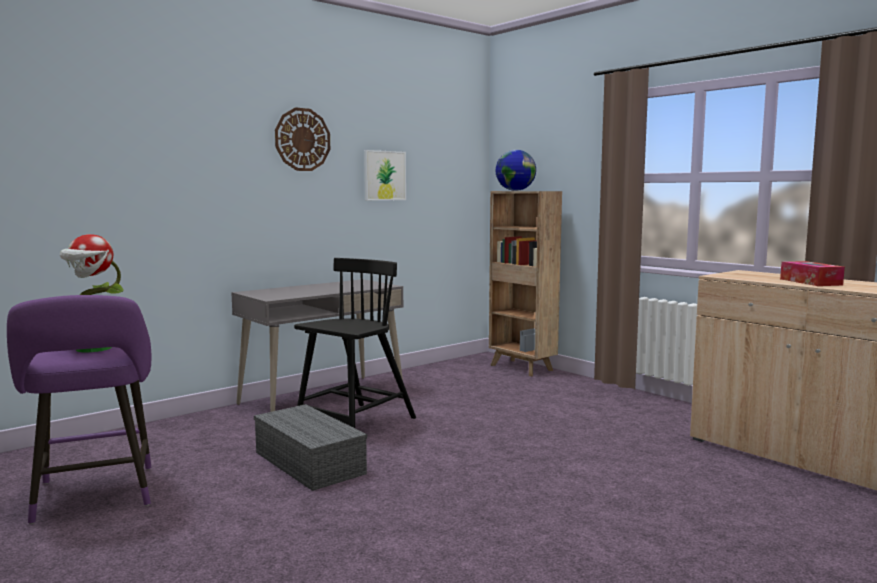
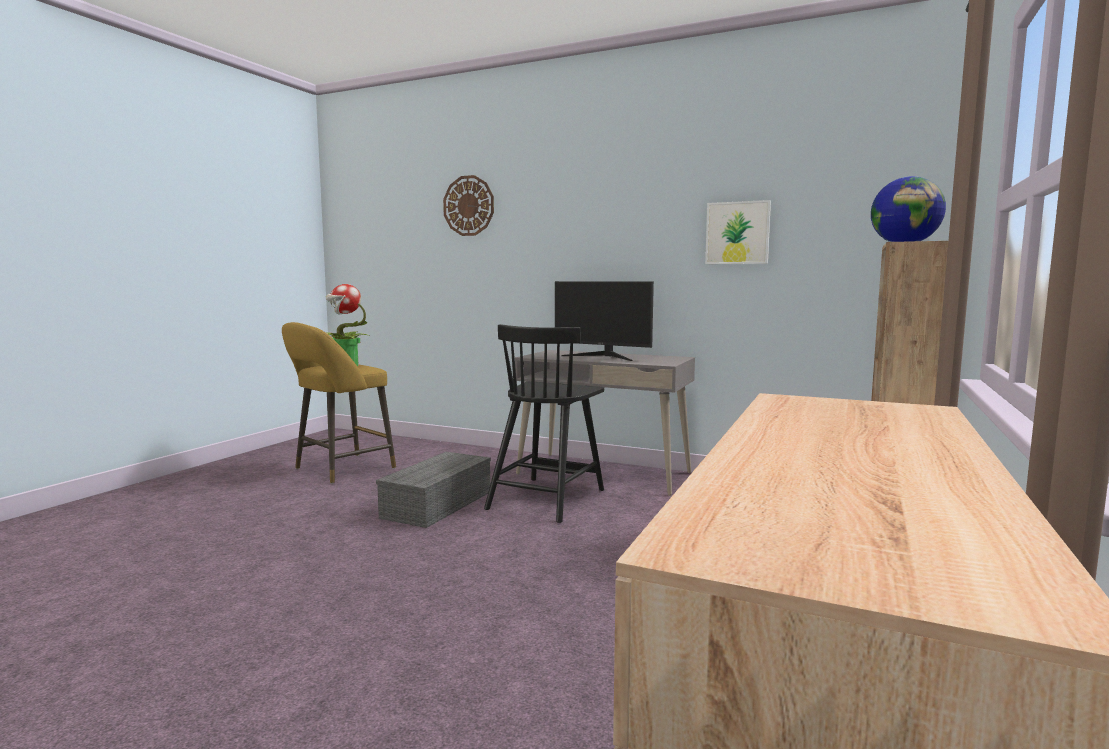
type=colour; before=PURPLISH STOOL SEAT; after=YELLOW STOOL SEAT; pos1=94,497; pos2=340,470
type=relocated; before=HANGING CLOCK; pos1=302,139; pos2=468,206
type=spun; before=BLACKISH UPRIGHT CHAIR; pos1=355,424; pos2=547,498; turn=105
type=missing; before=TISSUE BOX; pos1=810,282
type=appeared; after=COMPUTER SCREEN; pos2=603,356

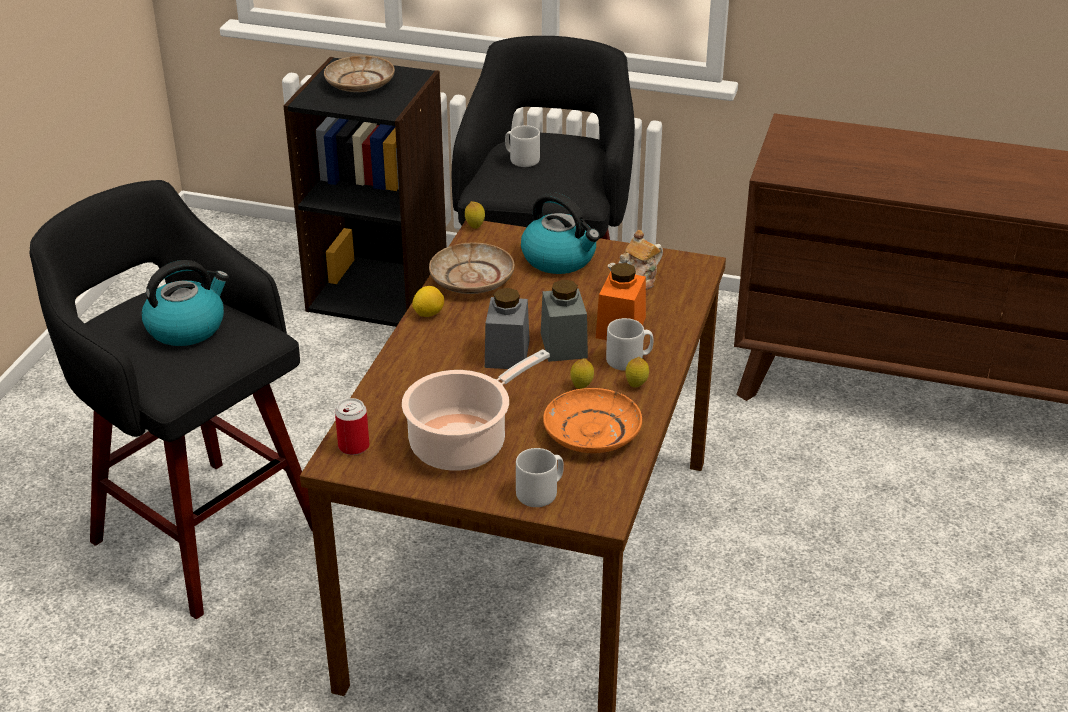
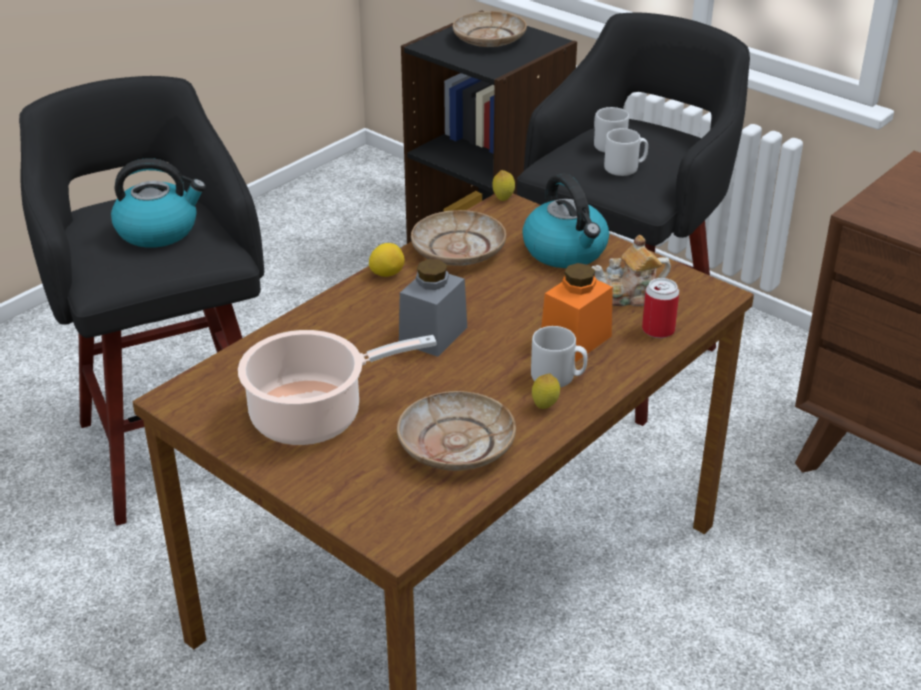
type=relocated; before=CAN; pos1=353,446; pos2=658,330
type=relocated; before=GREYISH MUG; pos1=541,492; pos2=625,168
type=missing; before=GREYISH PRESERVE JAR; pos1=563,345
type=colour; before=ORANGEY PLATE; after=SAND-COLOURED PLATE; pos1=591,432; pos2=455,444
type=missing; before=CITRUS FRUIT; pos1=581,387

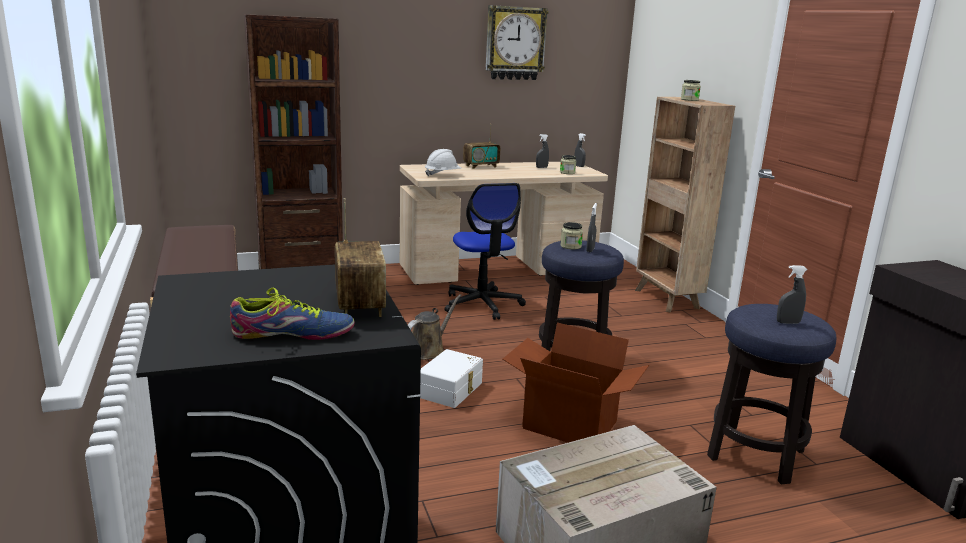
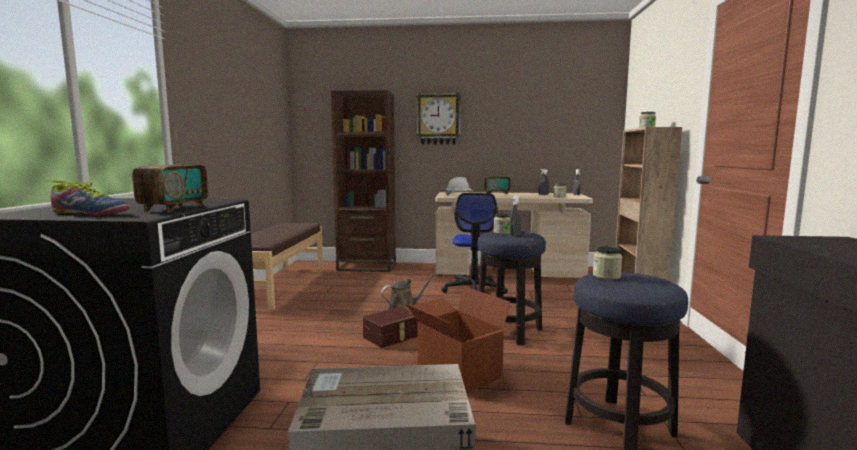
type=colour; before=WHITE STORAGE BOX; after=BROWN STORAGE BOX; pos1=451,390; pos2=392,337
type=relocated; before=HANGING CLOCK; pos1=515,43; pos2=438,119
type=missing; before=GREYISH SPRAY BOTTLE; pos1=788,322
type=appeared; after=PRESERVE JAR; pos2=606,276

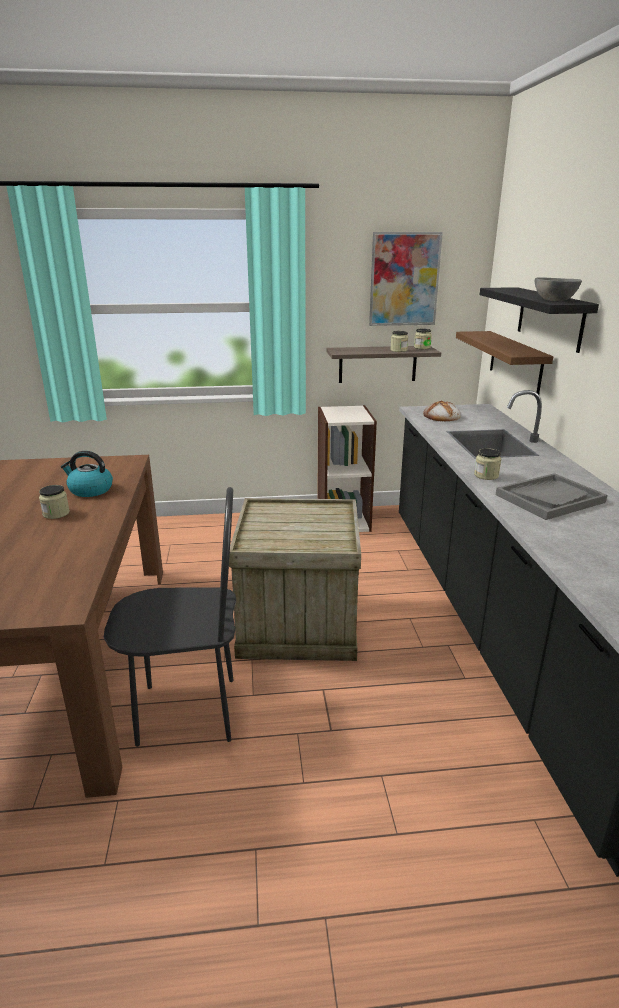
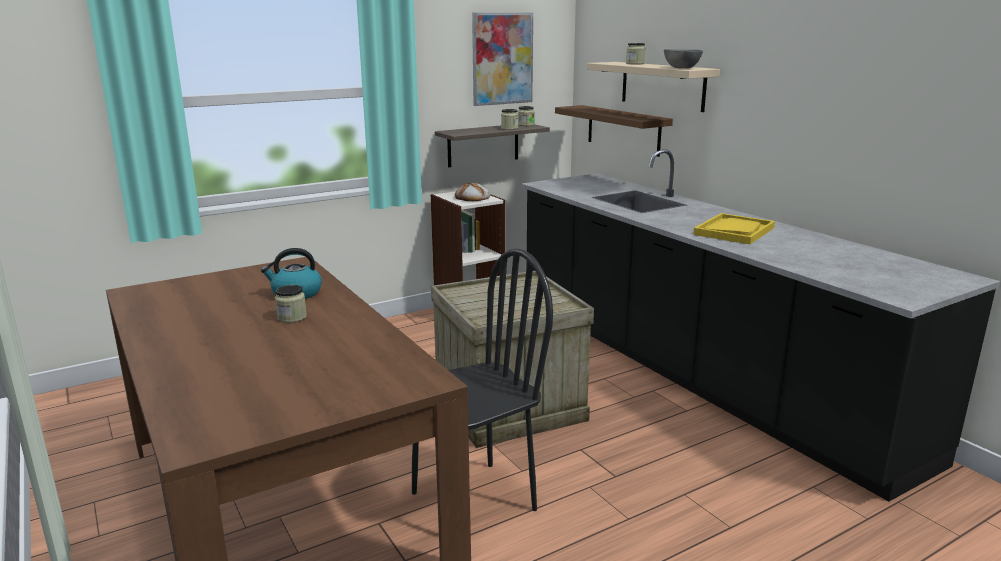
type=relocated; before=BAKERY BREAD; pos1=441,417; pos2=472,198
type=relocated; before=PRESERVE JAR; pos1=486,475; pos2=635,64
type=colour; before=BLACKISH WALL SHELF; after=SAND-COLOURED WALL SHELF; pos1=549,318; pos2=662,85
type=colour; before=GREYISH TRAY; after=YELLOW TRAY; pos1=549,498; pos2=734,231

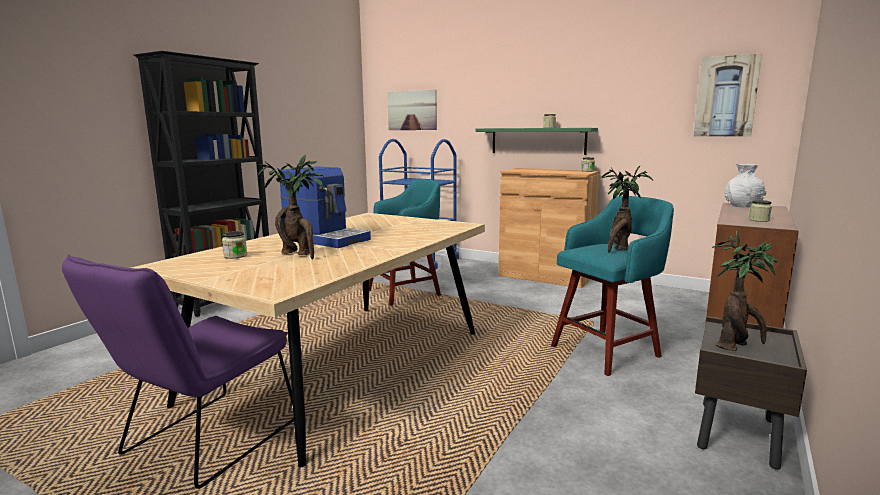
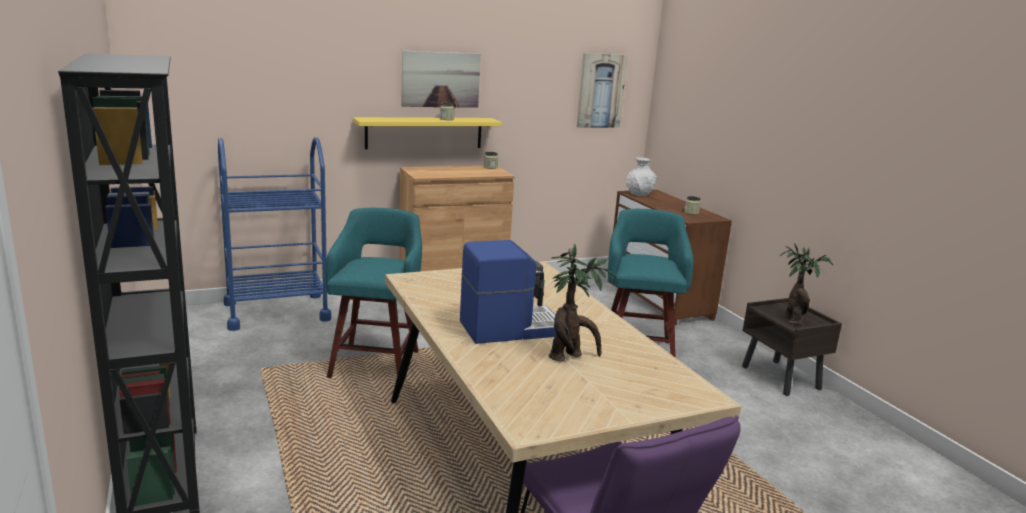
type=missing; before=PRESERVE JAR; pos1=235,256
type=relocated; before=PICTURE; pos1=412,110; pos2=440,79
type=colour; before=GREEN WALL SHELF; after=YELLOW WALL SHELF; pos1=537,140; pos2=424,133
type=missing; before=POTTED PLANT; pos1=619,249

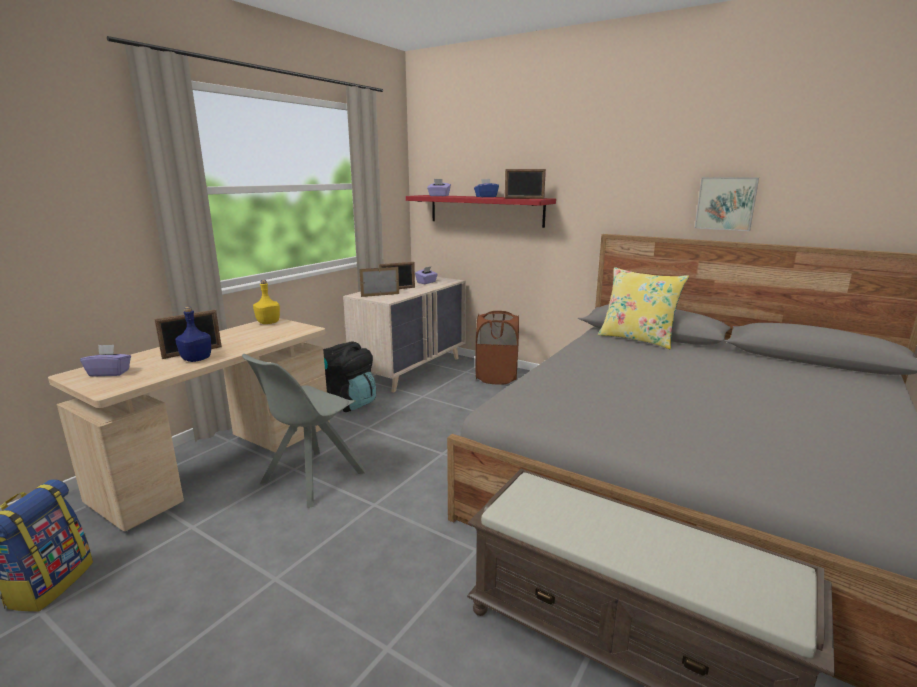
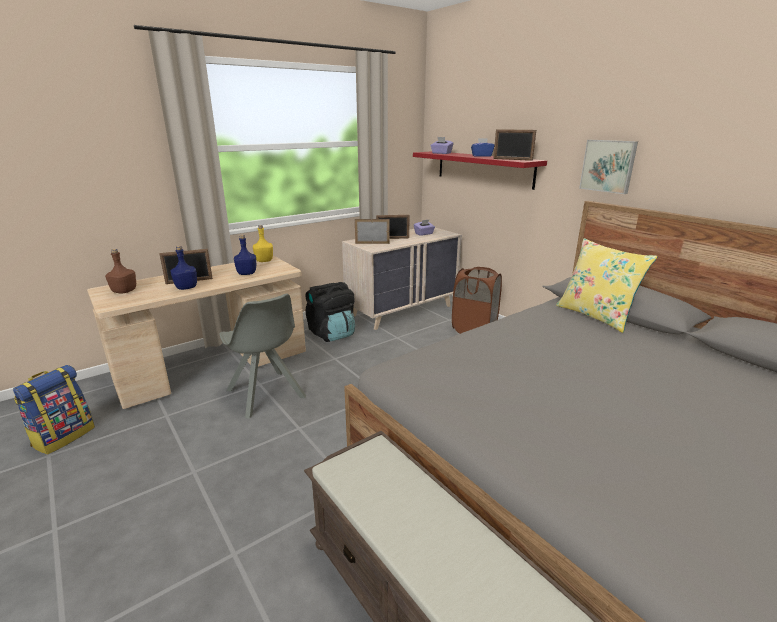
type=exchanged; before=PURPLISH TISSUE BOX; after=BROWN BOTTLE; pos1=109,373; pos2=124,291
type=spun; before=GREYISH UPRIGHT CHAIR; pos1=311,479; pos2=266,395; turn=-90
type=relocated; before=PICTURE; pos1=726,203; pos2=608,166
type=appeared; after=BLUISH BOTTLE; pos2=246,273

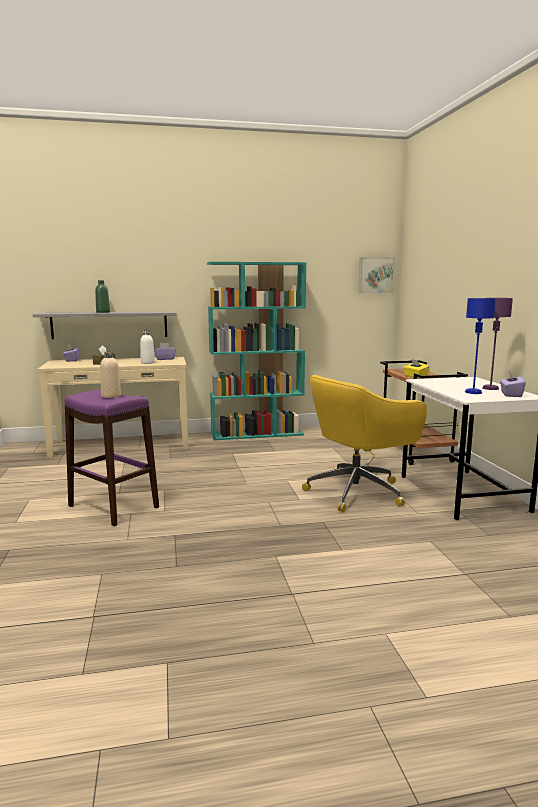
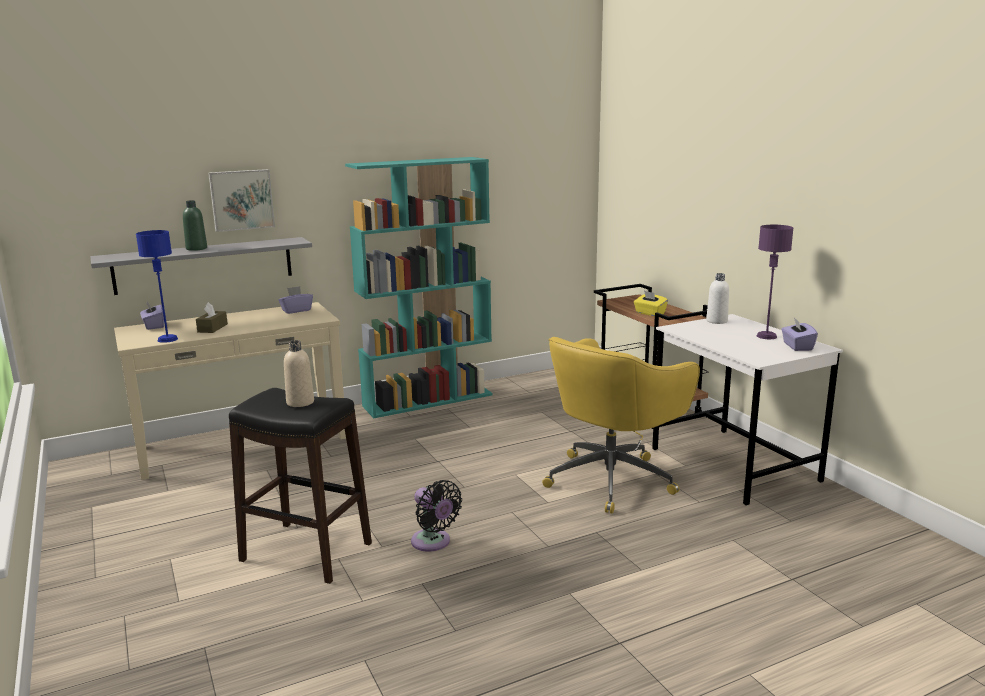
type=colour; before=PURPLISH STOOL SEAT; after=BLACKISH STOOL SEAT; pos1=114,507; pos2=307,552
type=relocated; before=WHITE BOTTLE; pos1=147,363; pos2=716,321
type=relocated; before=PICTURE; pos1=375,275; pos2=241,199
type=relocated; before=BLUISH TABLETOP LAMP; pos1=473,392; pos2=167,339
type=appeared; after=BLACKISH FAN; pos2=433,543

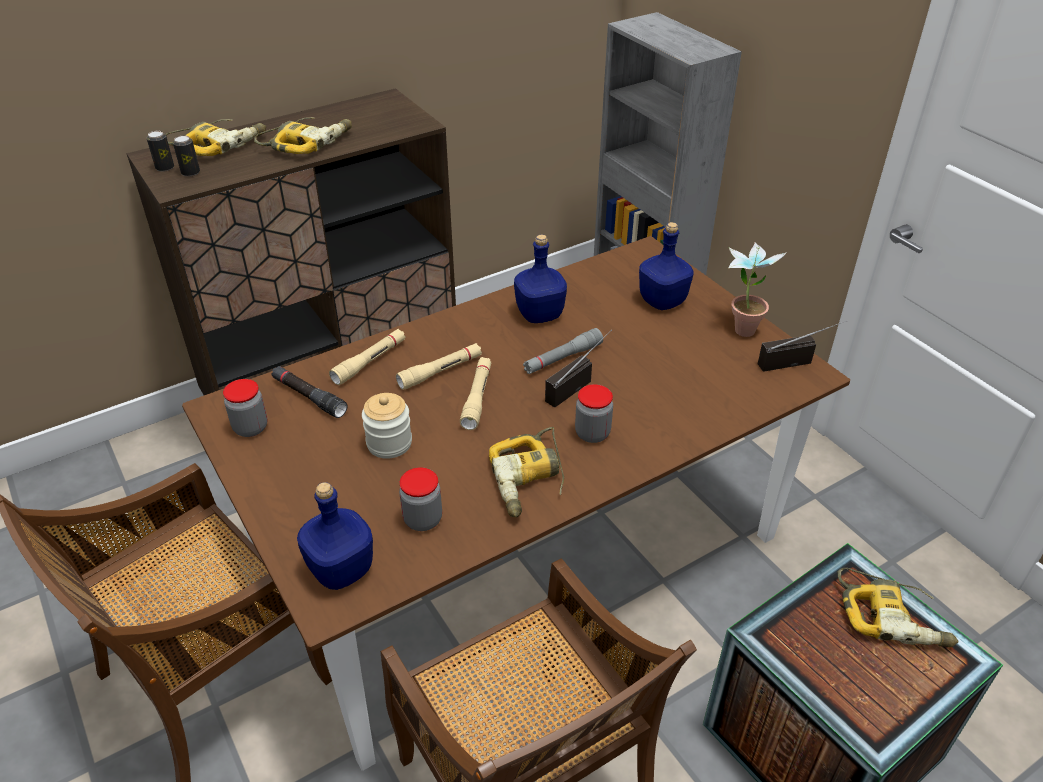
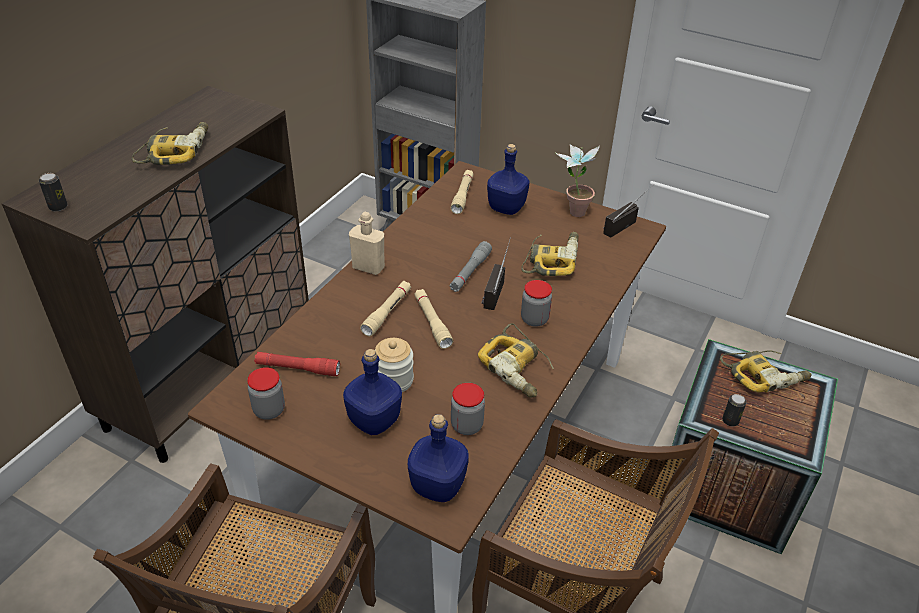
type=relocated; before=DRILL; pos1=219,144; pos2=551,259
type=relocated; before=CAN; pos1=190,173; pos2=730,421
type=colour; before=BLACKISH FLASHLIGHT; after=REDDISH FLASHLIGHT; pos1=309,397; pos2=297,368
type=relocated; before=SAND-COLOURED FLASHLIGHT; pos1=370,362; pos2=462,196
type=relocated; before=BLUISH BOTTLE; pos1=540,315; pos2=375,421
type=appeared; after=SAND-COLOURED BOTTLE; pos2=368,267

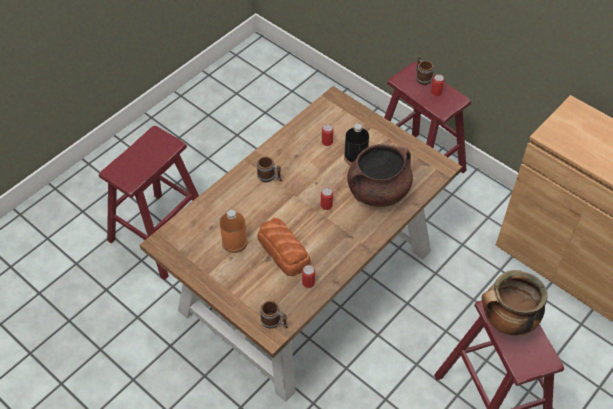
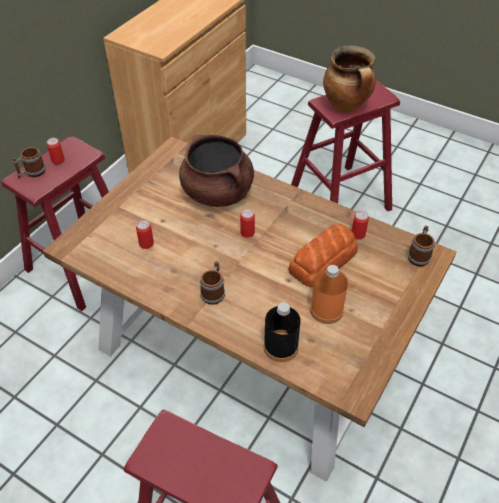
type=relocated; before=BLACKISH BOTTLE; pos1=355,157; pos2=281,347

